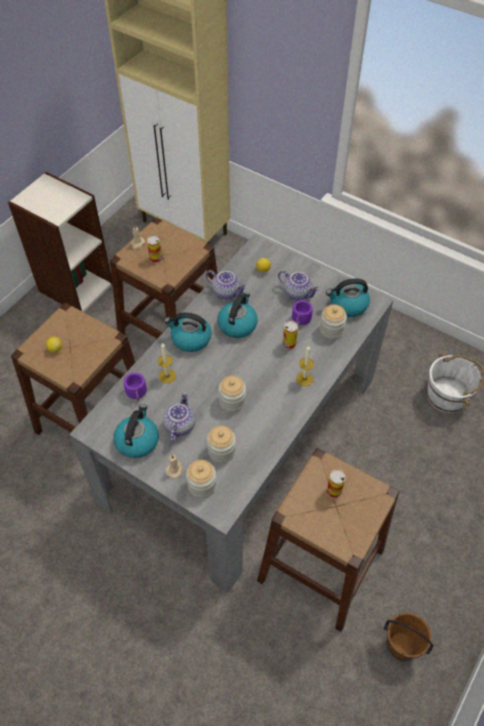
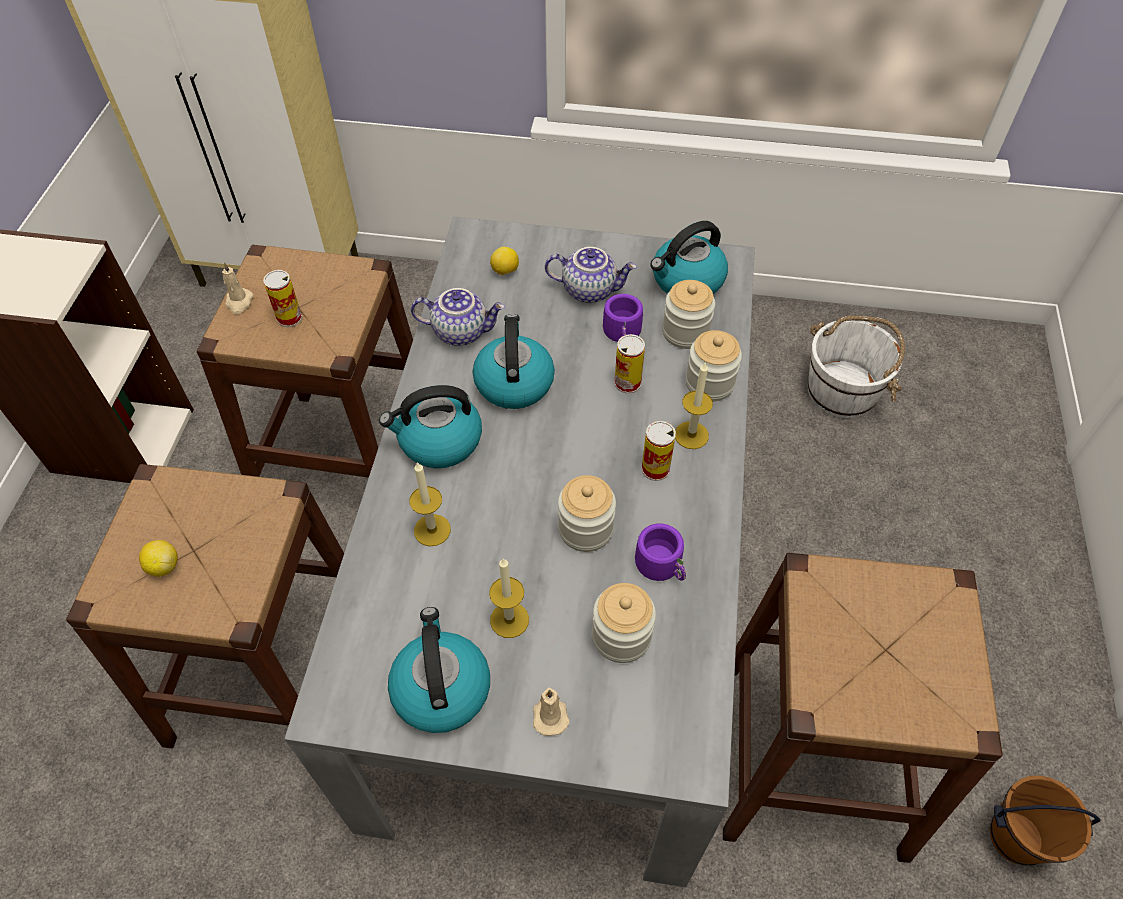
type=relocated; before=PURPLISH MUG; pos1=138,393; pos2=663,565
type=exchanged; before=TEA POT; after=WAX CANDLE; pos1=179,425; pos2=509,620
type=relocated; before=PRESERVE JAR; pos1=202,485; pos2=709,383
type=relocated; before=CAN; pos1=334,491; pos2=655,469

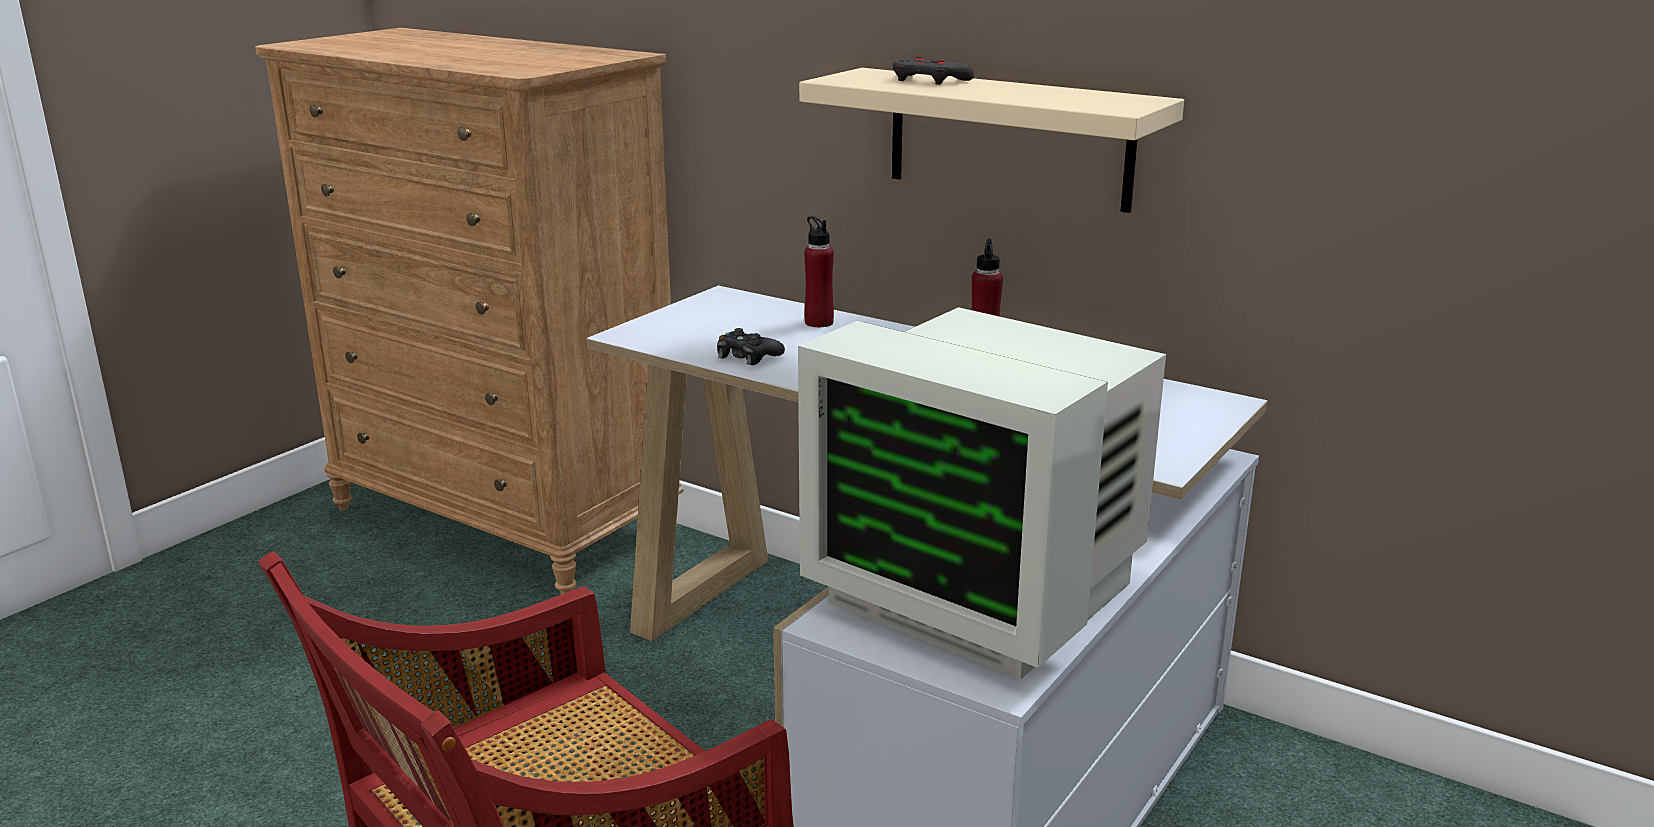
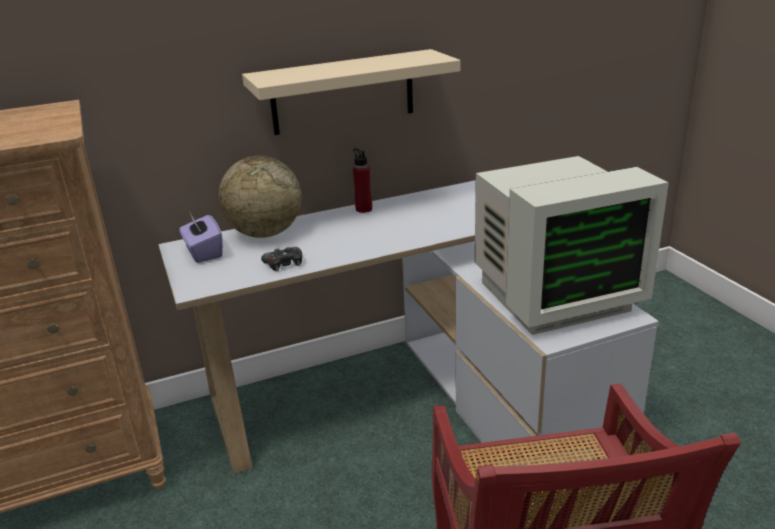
type=exchanged; before=REDDISH BOTTLE; after=DESK GLOBE; pos1=819,322; pos2=265,233
type=missing; before=GREYISH JOYPAD; pos1=929,80
type=appeared; after=PURPLISH TISSUE BOX; pos2=203,252

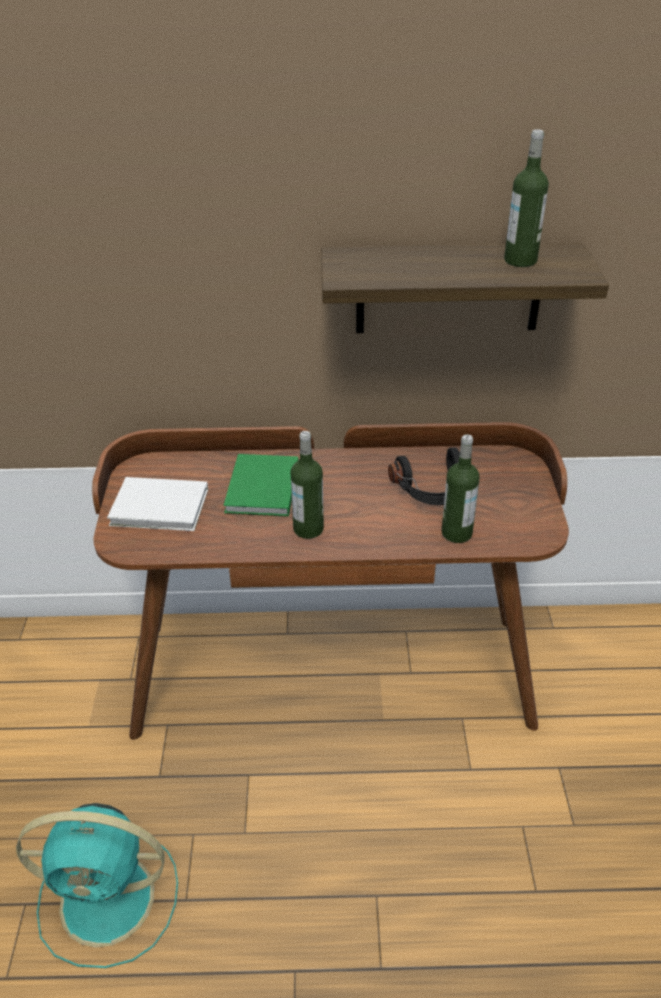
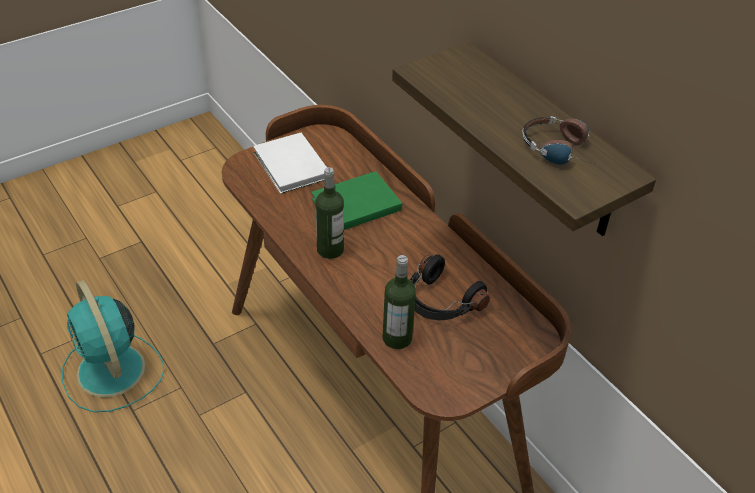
type=exchanged; before=BOTTLE; after=HEADPHONES; pos1=520,260; pos2=563,151

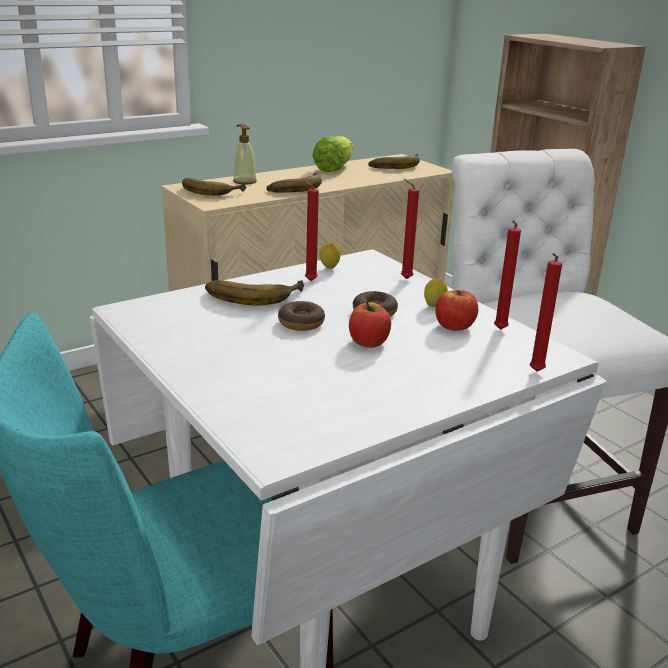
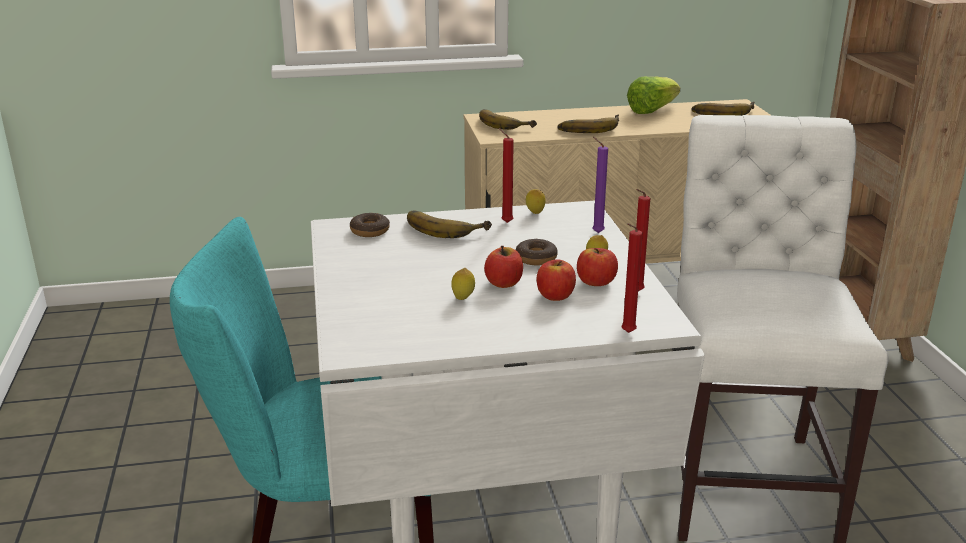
type=missing; before=SOAP DISPENSER; pos1=244,181
type=relocated; before=RING DOUGHNUT; pos1=301,323; pos2=370,231
type=colour; before=REDDISH WAX CANDLE; after=PURPLISH WAX CANDLE; pos1=404,279; pos2=596,232
type=appeared; after=CITRUS FRUIT; pos2=463,298
type=appeared; after=WHOLE APPLE; pos2=555,296

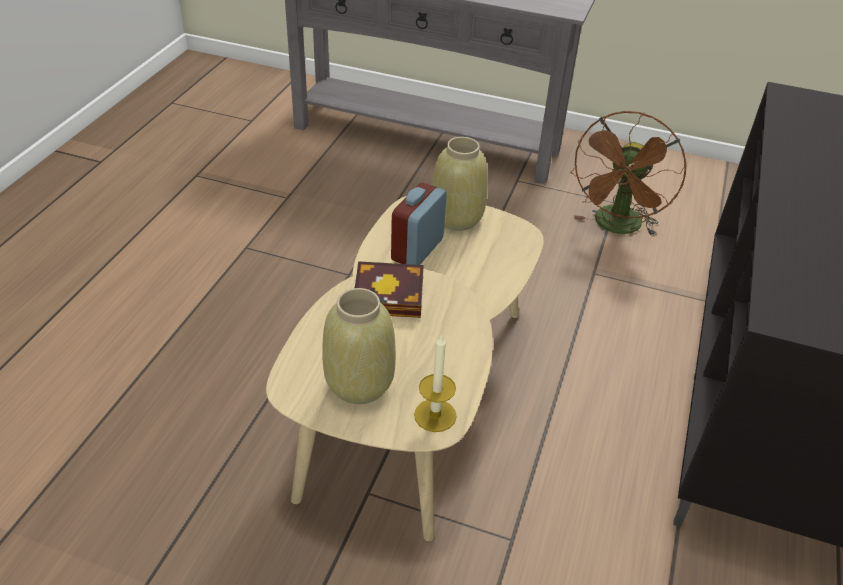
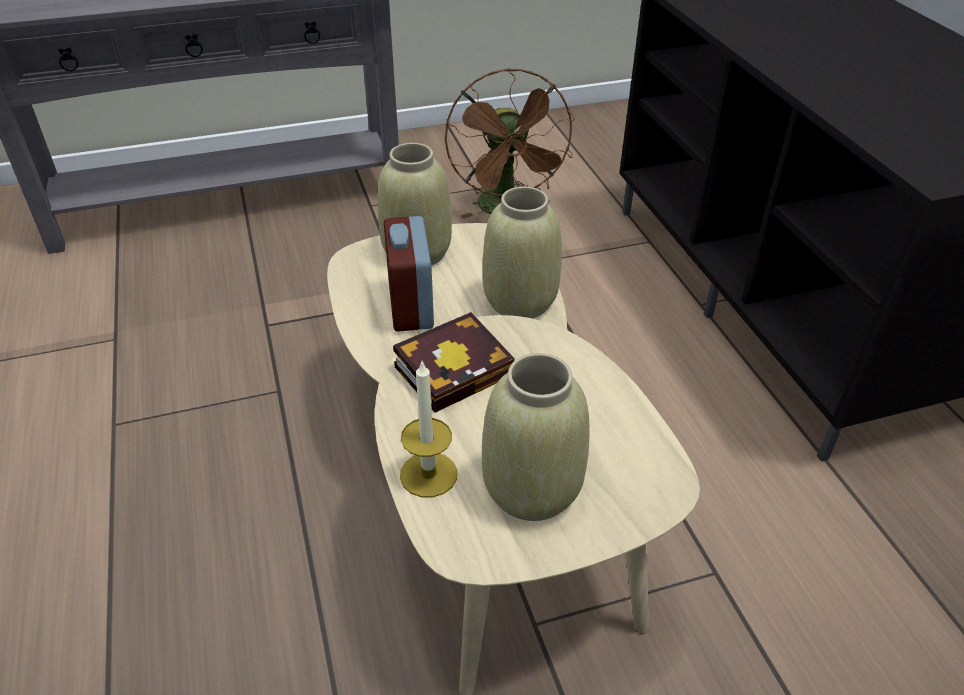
type=relocated; before=WAX CANDLE; pos1=435,415; pos2=428,474
type=appeared; after=SAND-COLOURED VASE; pos2=520,300

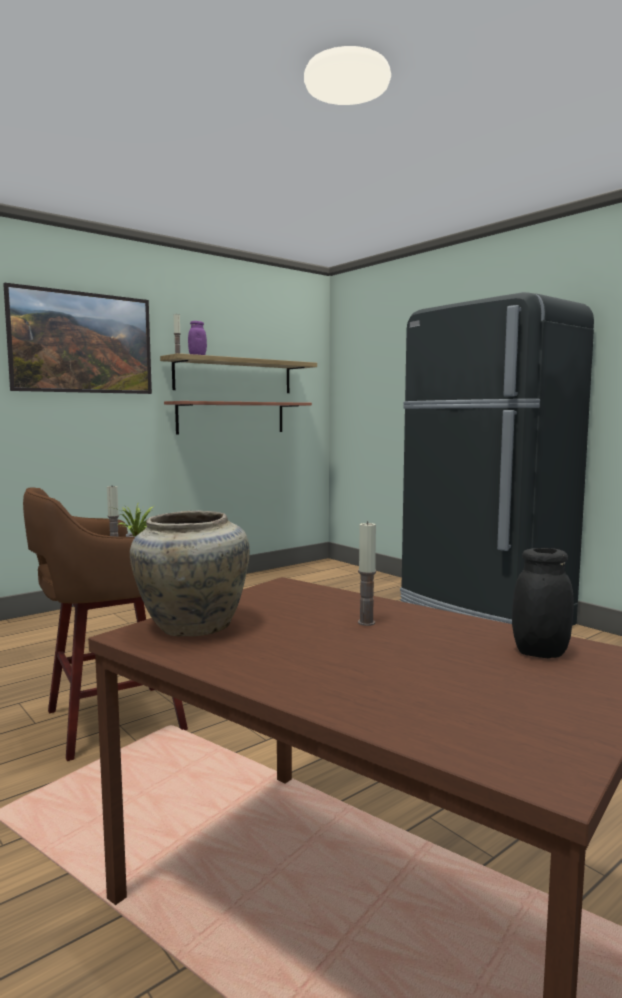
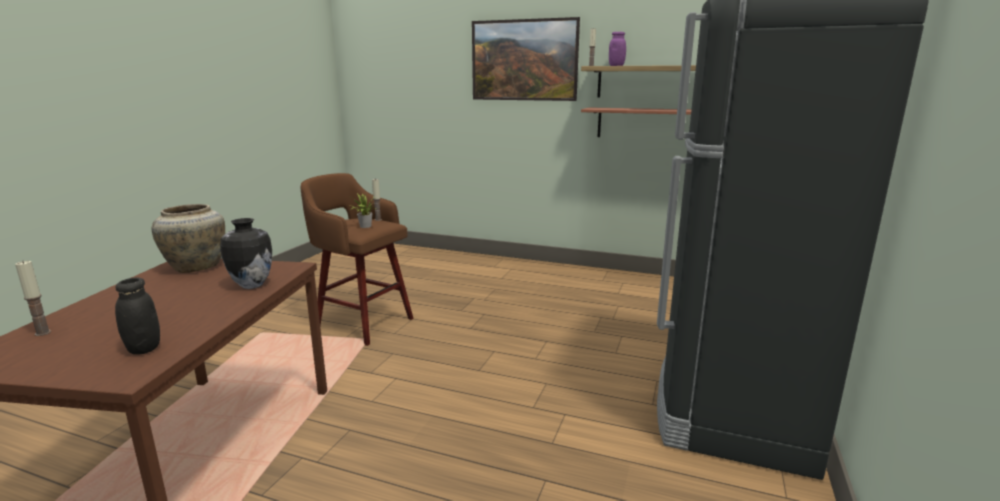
type=relocated; before=WAX CANDLE; pos1=366,622; pos2=43,333
type=appeared; after=VASE; pos2=251,285

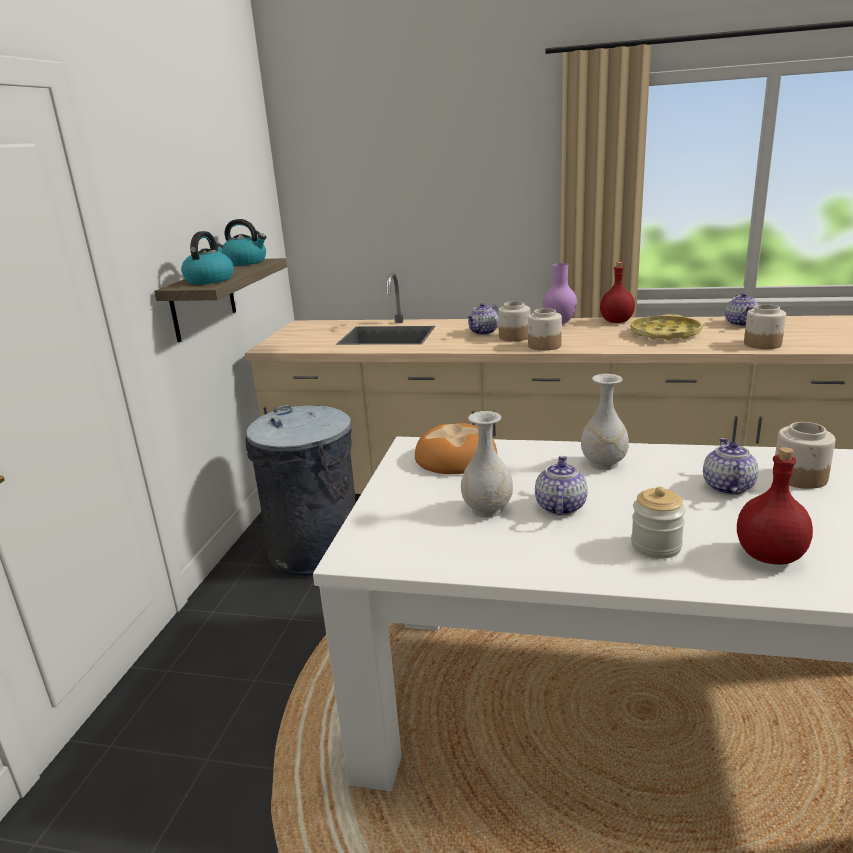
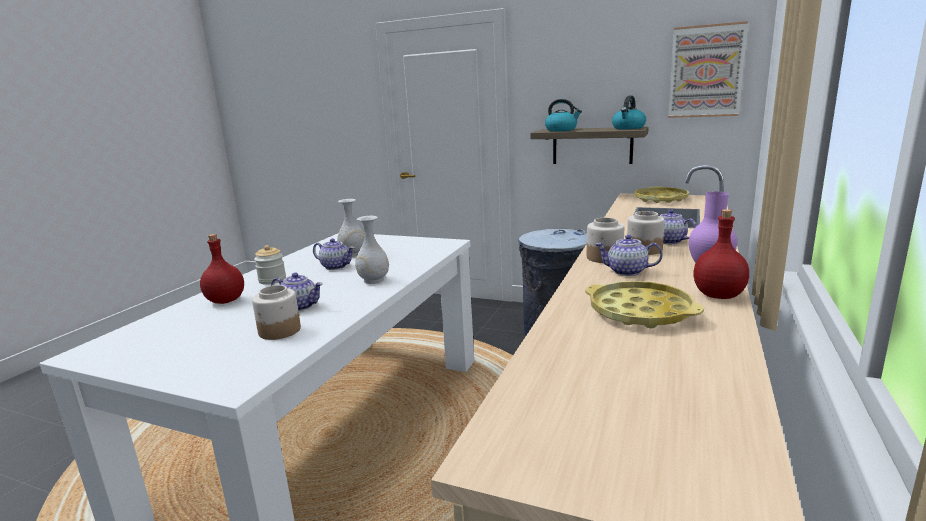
type=missing; before=BAKERY BREAD; pos1=455,458
type=relocated; before=TEA POT; pos1=741,323; pos2=626,271
type=missing; before=PRESERVE JAR; pos1=763,344
type=appeared; after=YELLOW TRAY; pos2=660,199
type=appeared; after=PICTURE; pos2=706,71

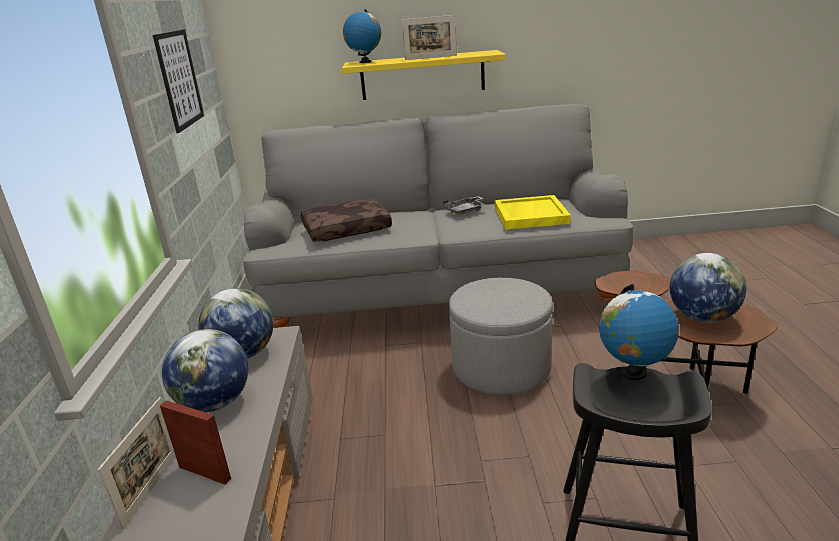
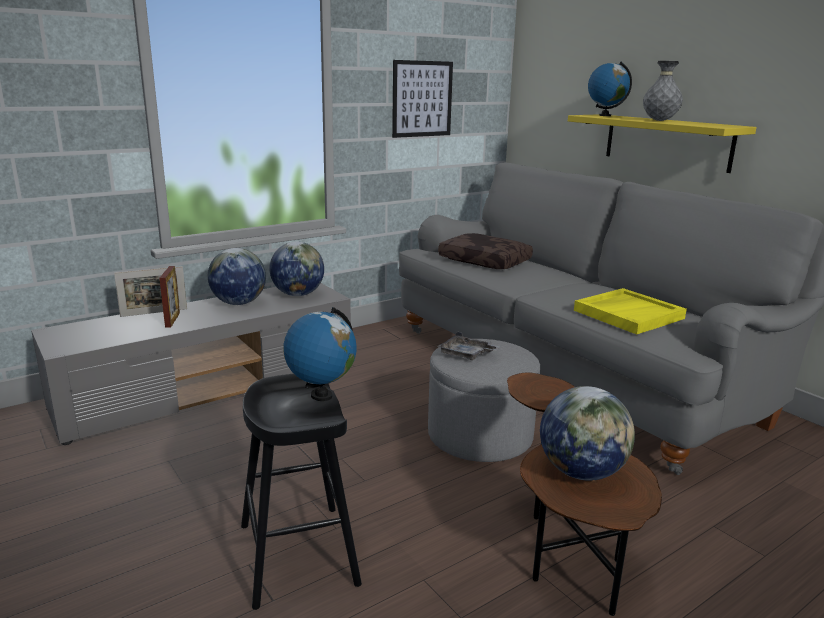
type=exchanged; before=PICTURE FRAME; after=GREYISH VASE; pos1=431,57; pos2=659,121
type=relocated; before=GREYISH TRAY; pos1=465,211; pos2=466,354

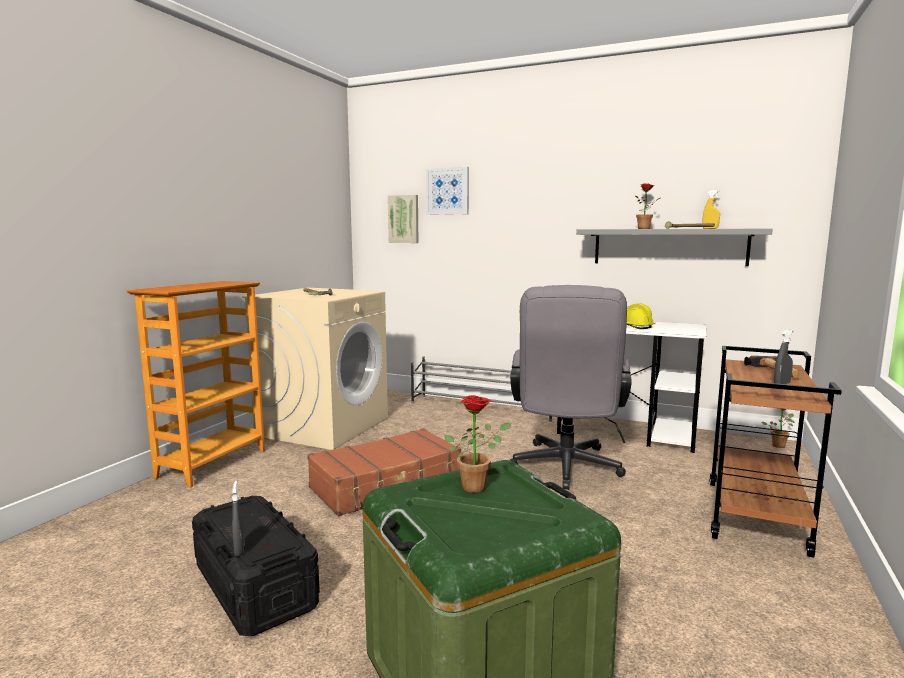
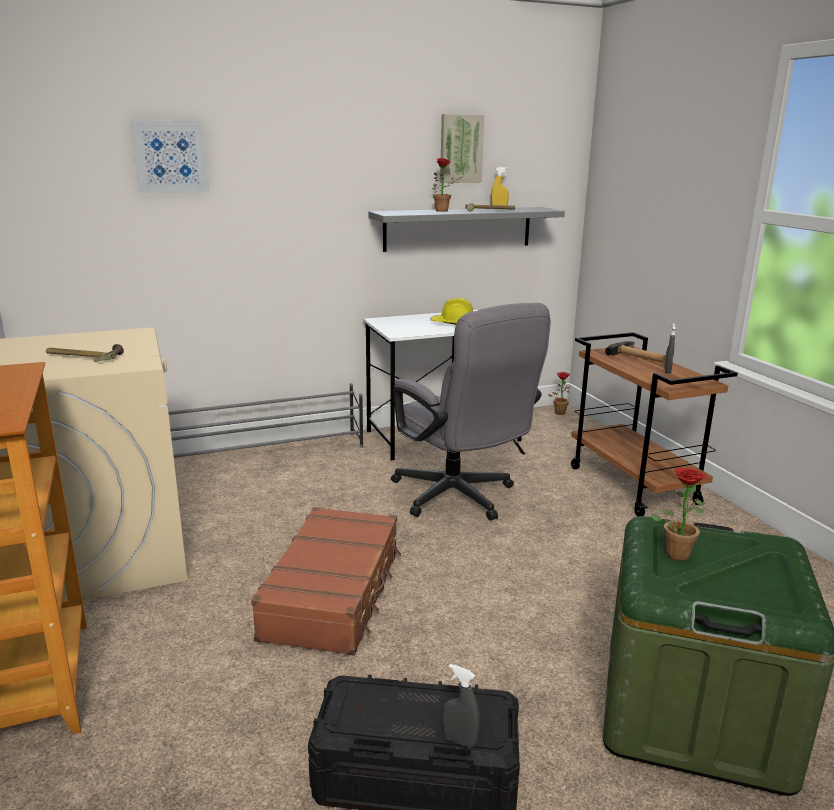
type=relocated; before=PICTURE; pos1=404,219; pos2=460,149

